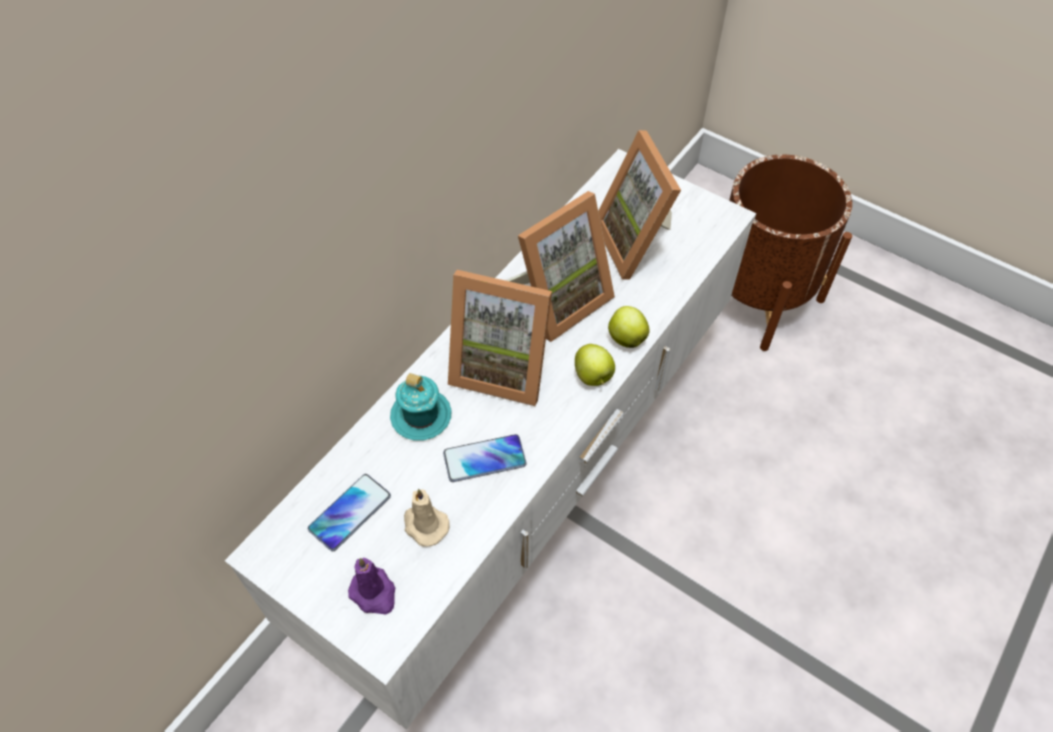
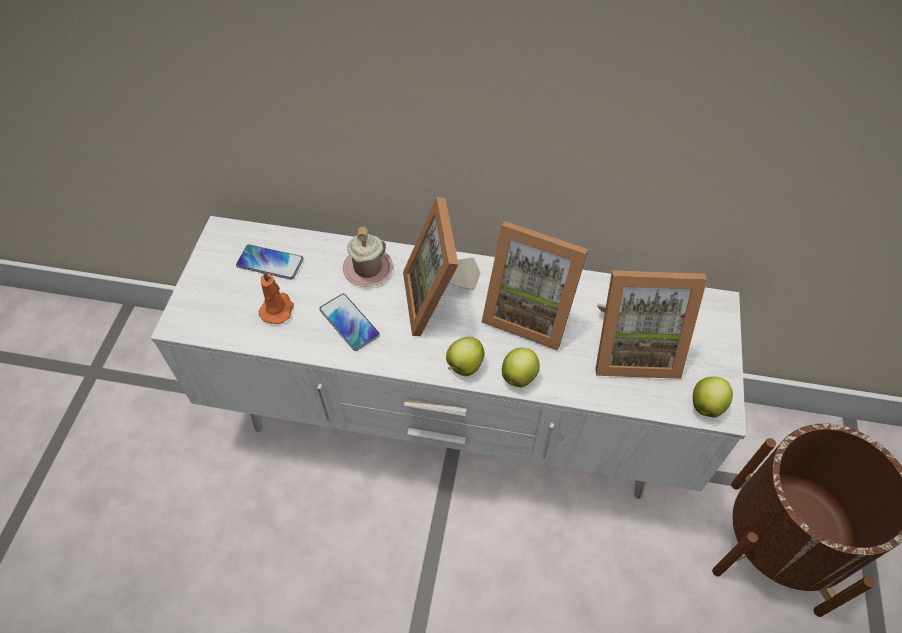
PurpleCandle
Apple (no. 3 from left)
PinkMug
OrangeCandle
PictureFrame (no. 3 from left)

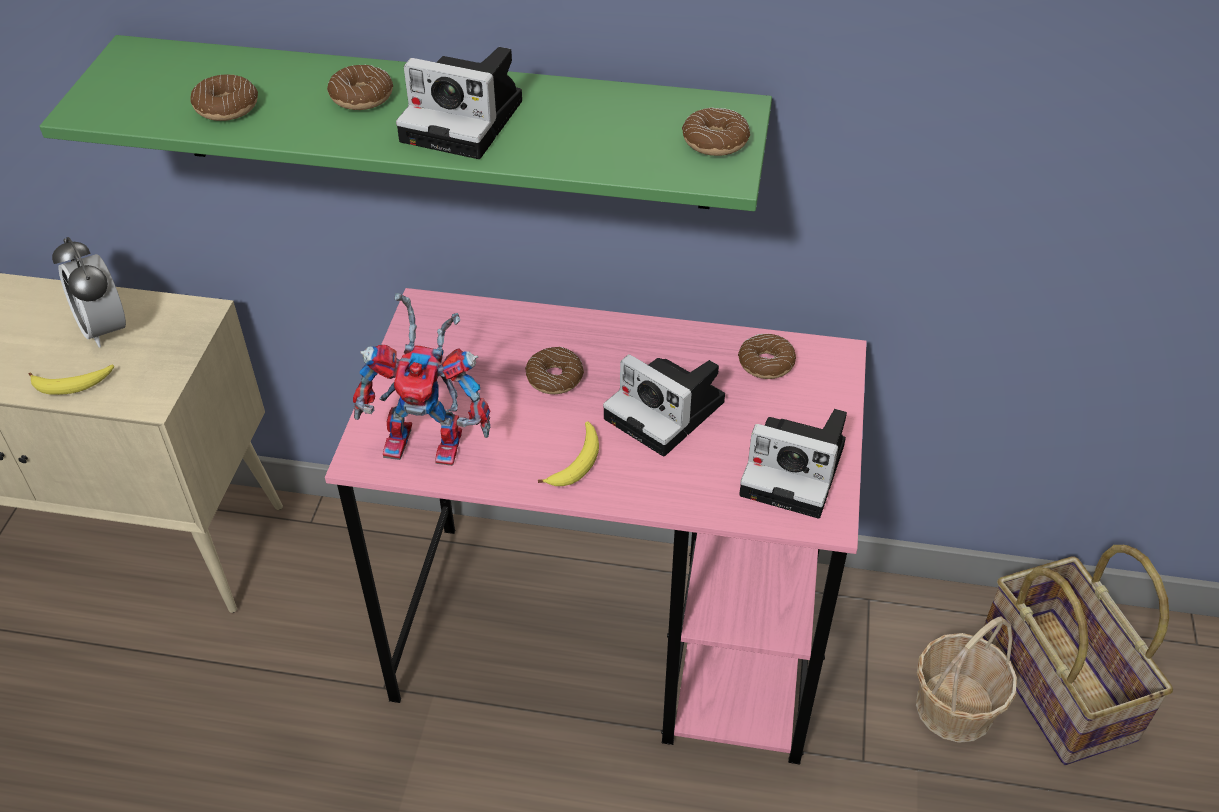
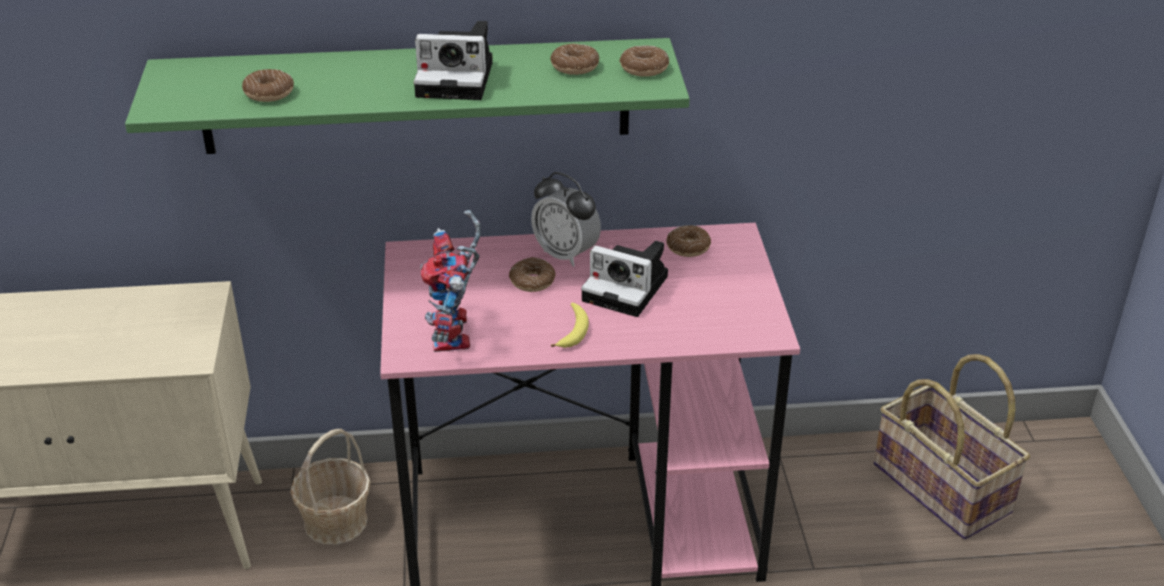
Banana (no. 1 from left in the first image)
PhotoCamera (no. 3 from left in the first image)
AlarmClock
Donut (no. 3 from left)
Basket (no. 1 from left)
ToyRobot

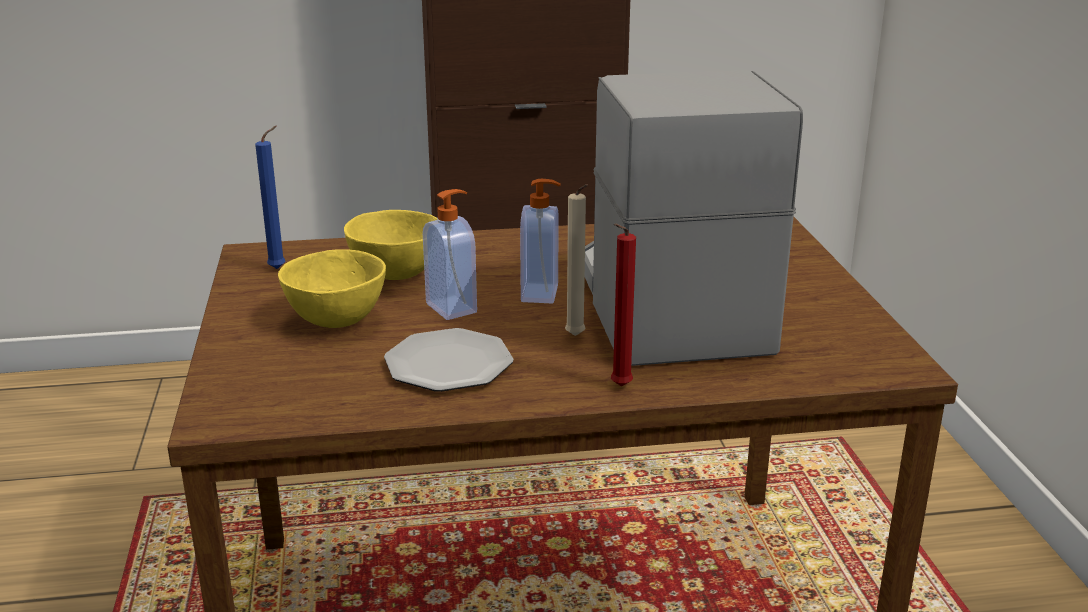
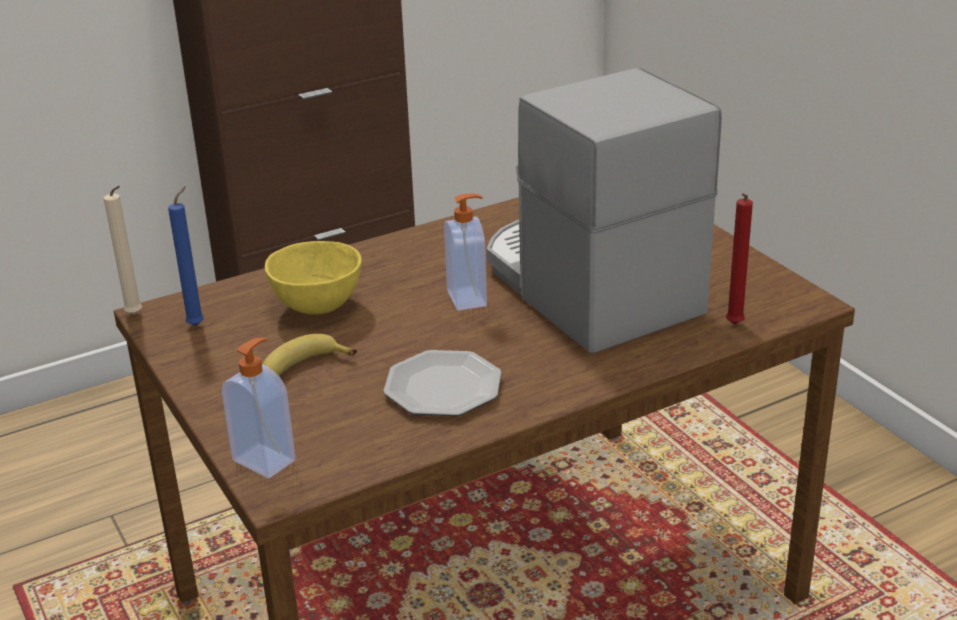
SoapDispenser (no. 1 from left)
BeigeCandle
RedCandle
Banana

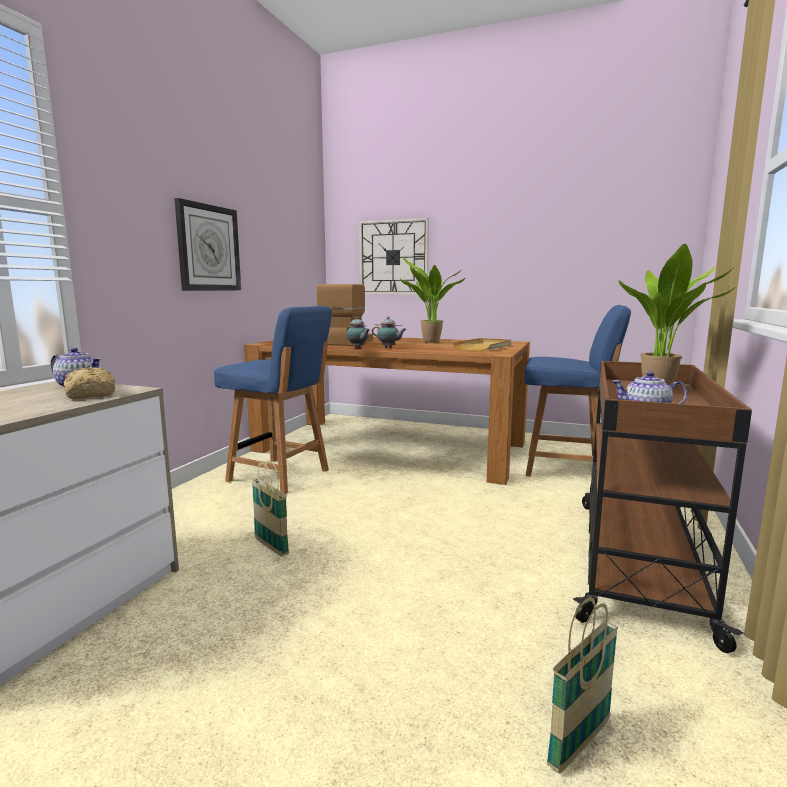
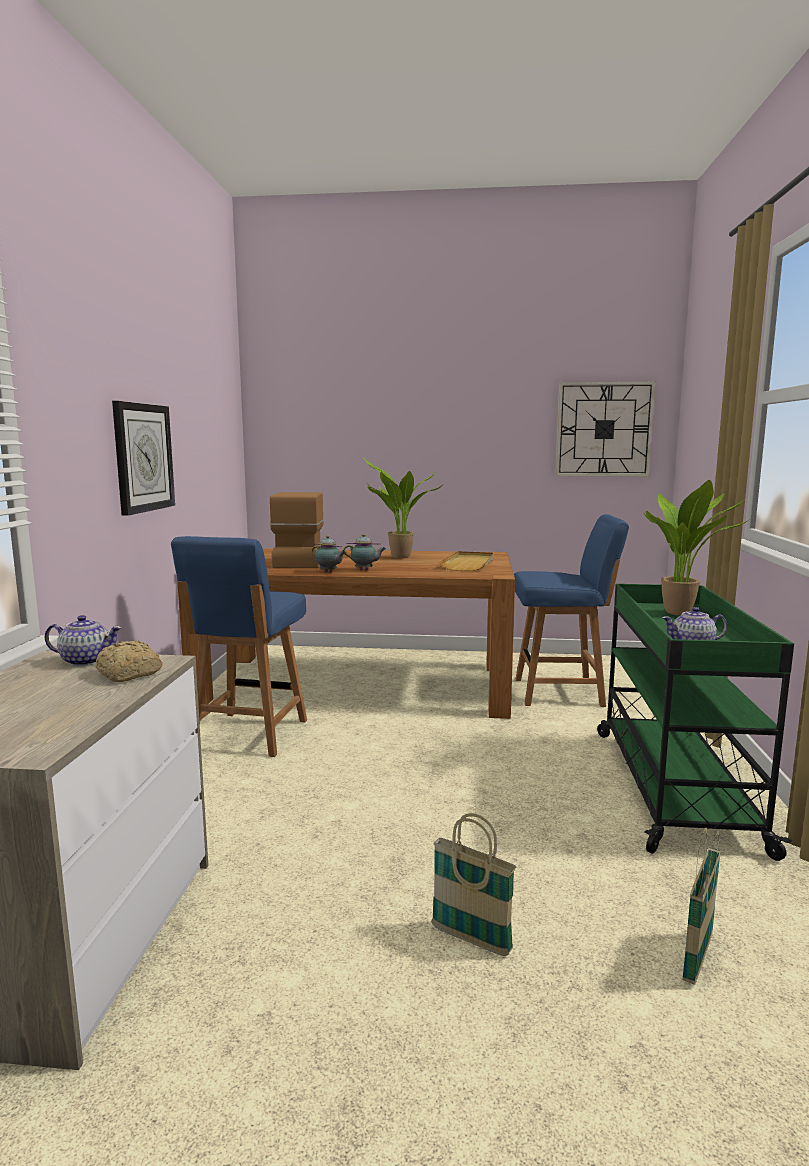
Basket (no. 1 from left)
WallClock (no. 2 from left)
GreenCart
BlueChair (no. 1 from left)

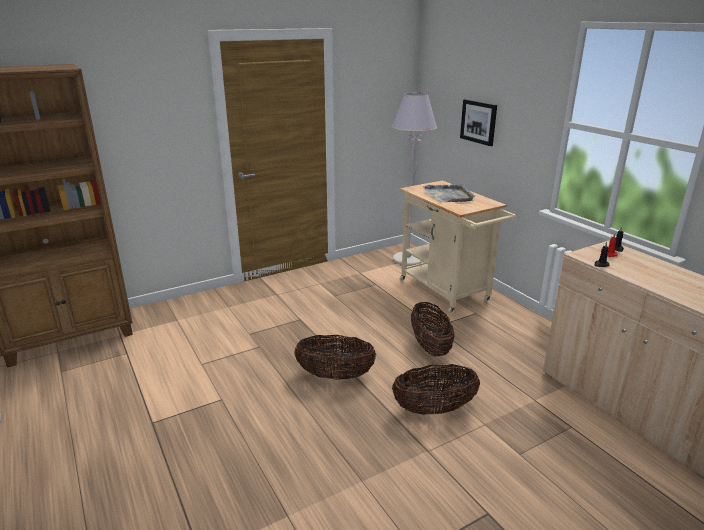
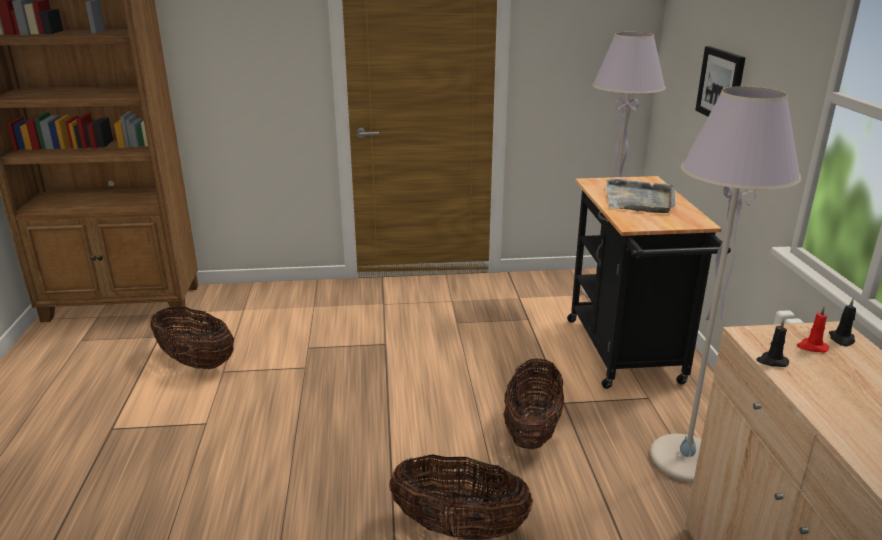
GreyFloorLamp (no. 2 from left)
Basket (no. 1 from left)
BlackCart

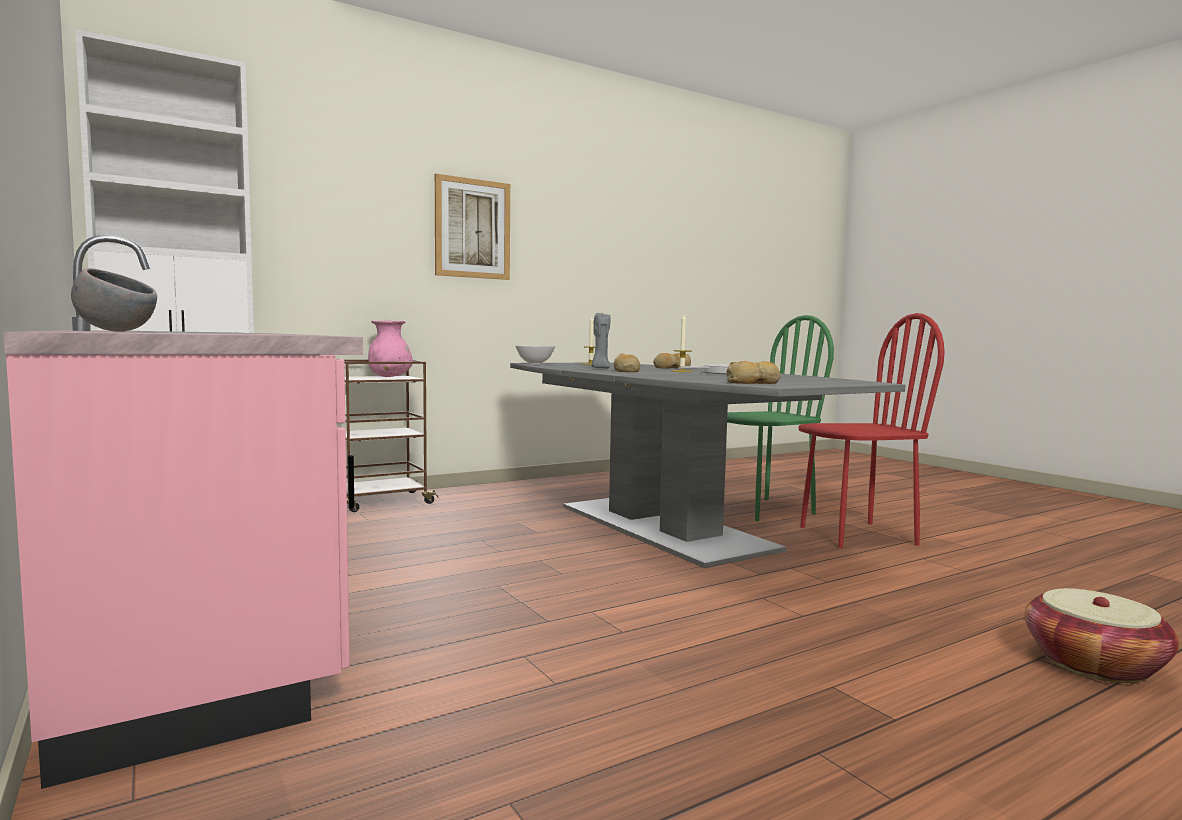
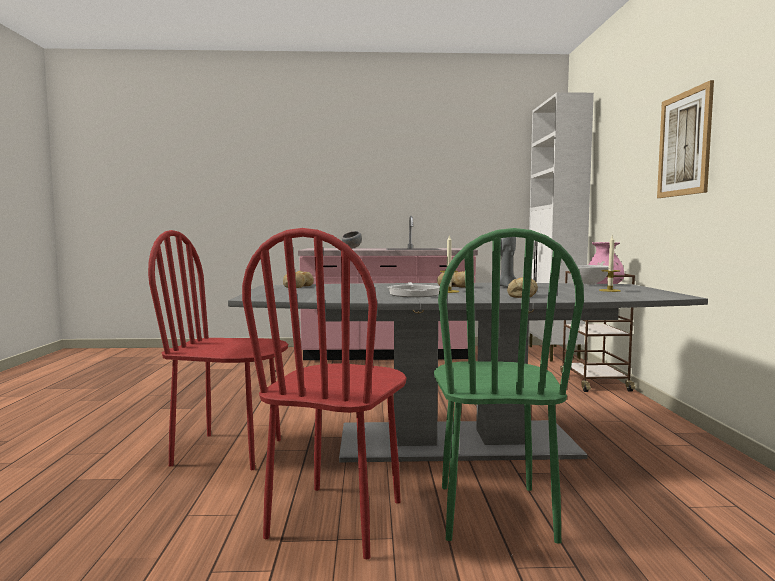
Basket
RedChair (no. 1 from left)

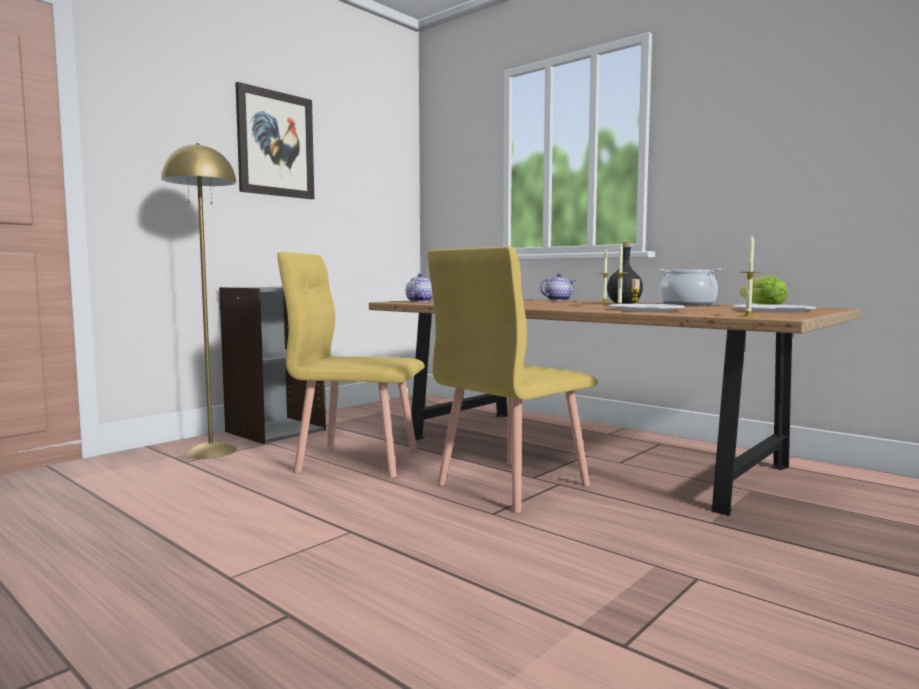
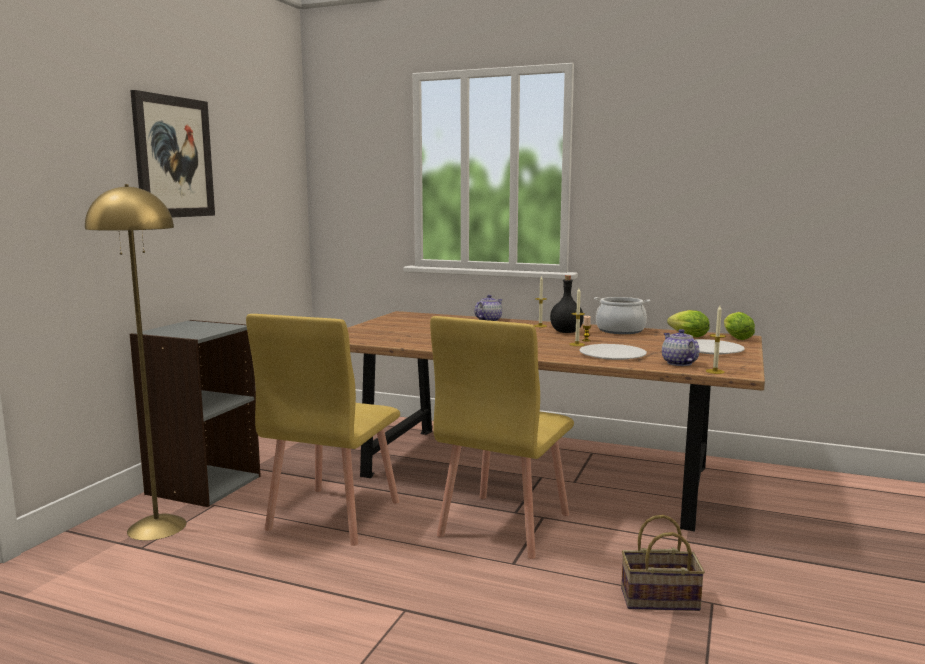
Basket
Lettuce (no. 2 from left)
Teapot (no. 2 from left)
YellowChair (no. 1 from left)

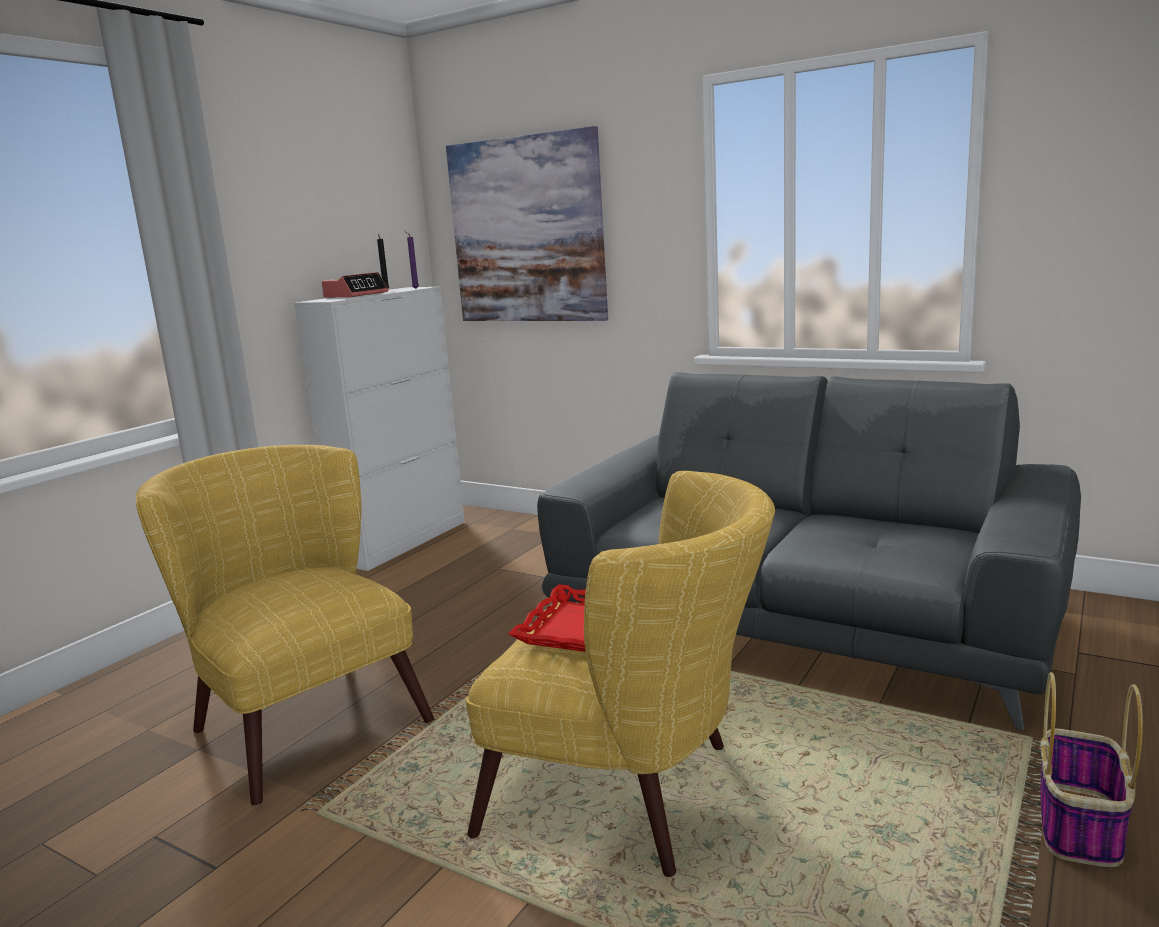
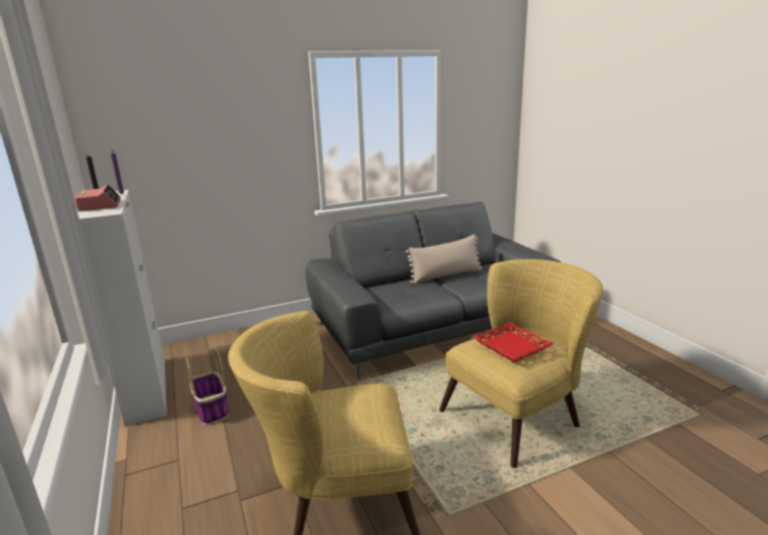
Picture
BeigePillow
Basket

